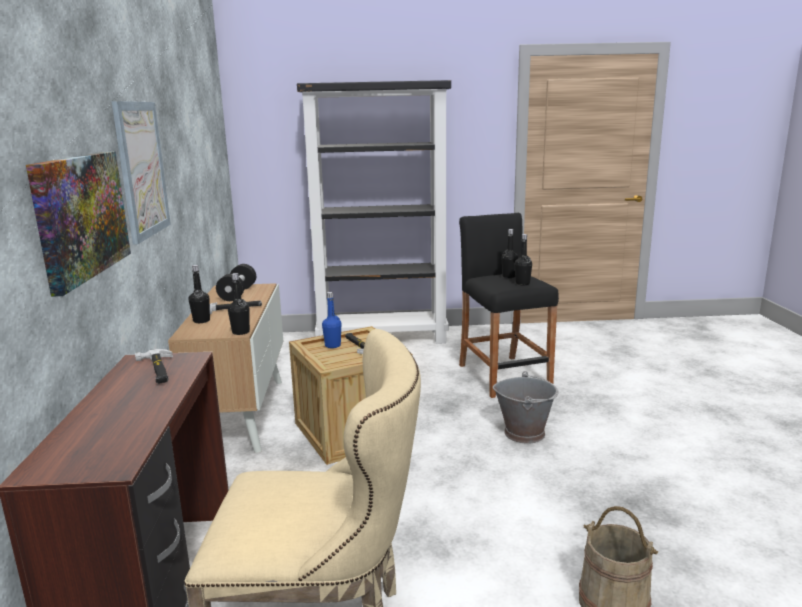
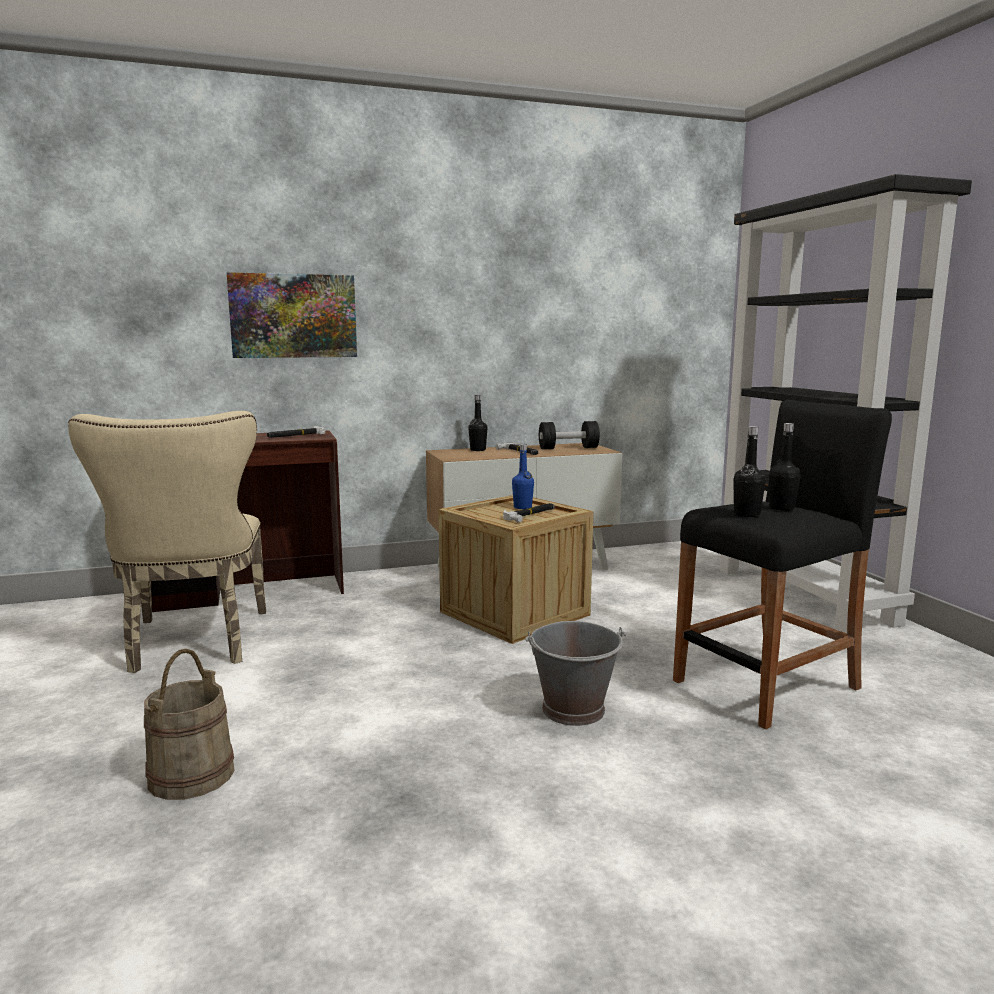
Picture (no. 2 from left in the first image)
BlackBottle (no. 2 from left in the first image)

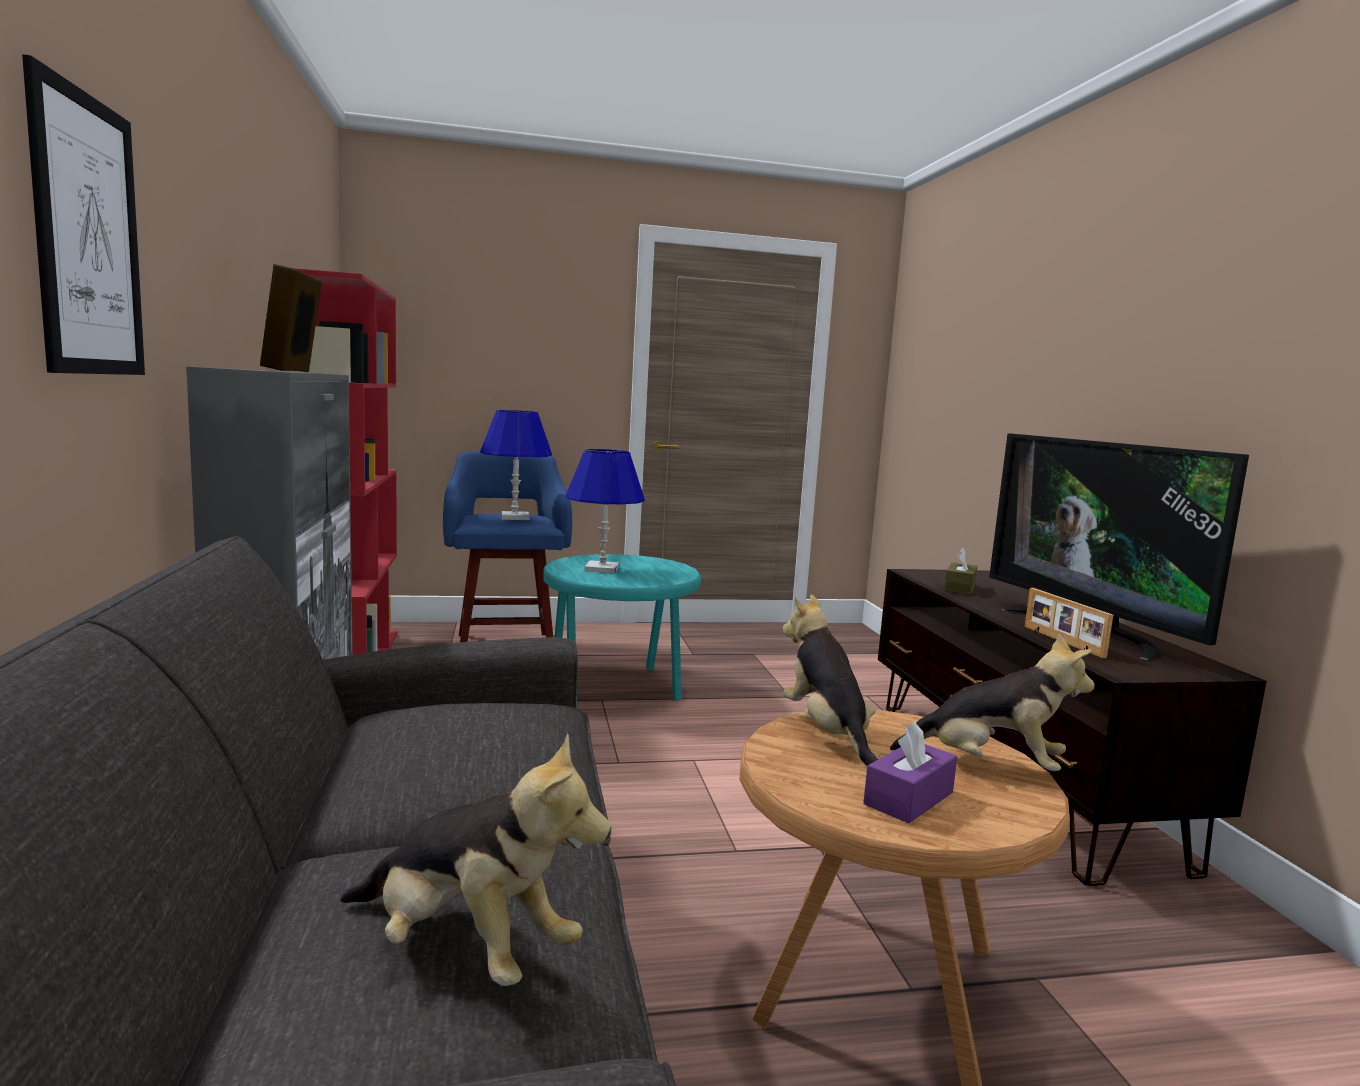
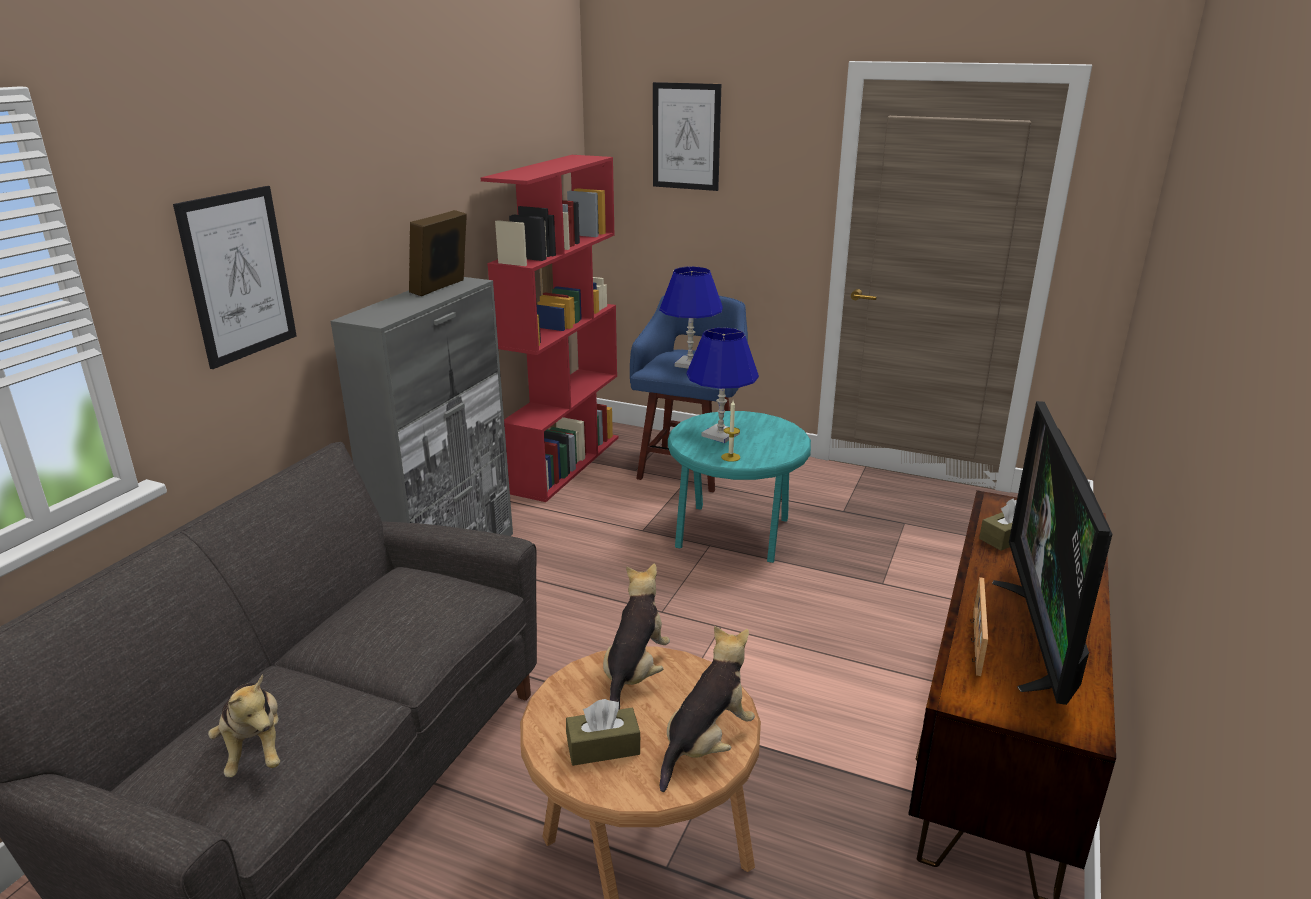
Picture (no. 2 from left)
Candle
BrownTissueBox (no. 1 from left)
PlushToy (no. 3 from left)

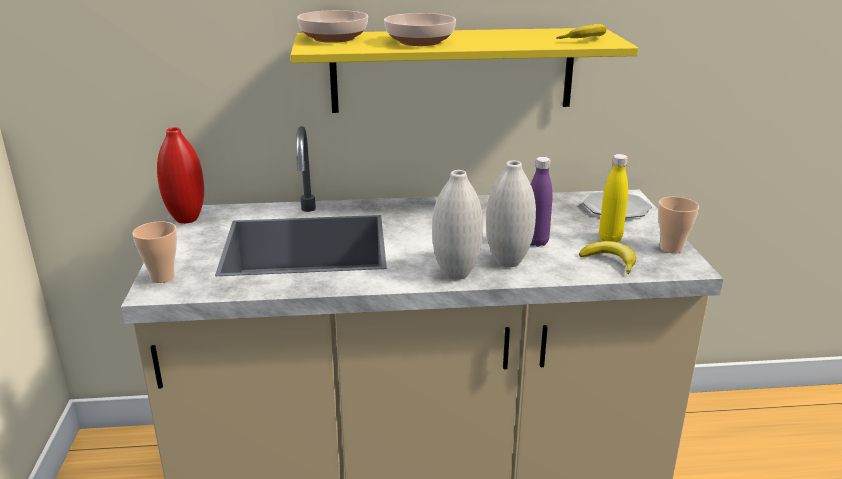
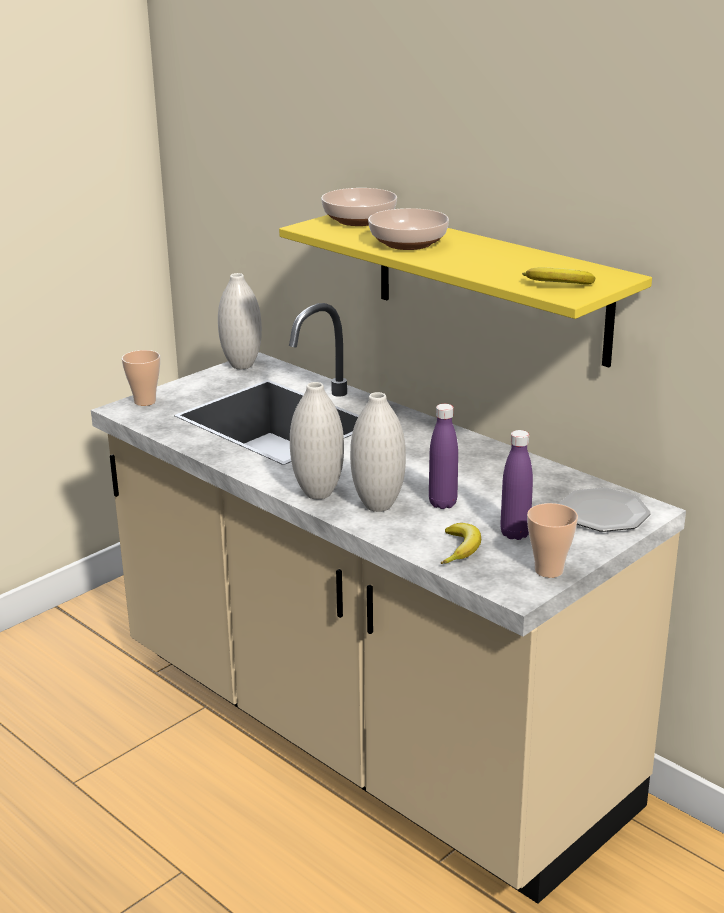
WhiteVase (no. 1 from left)
PurpleBottle (no. 2 from left)

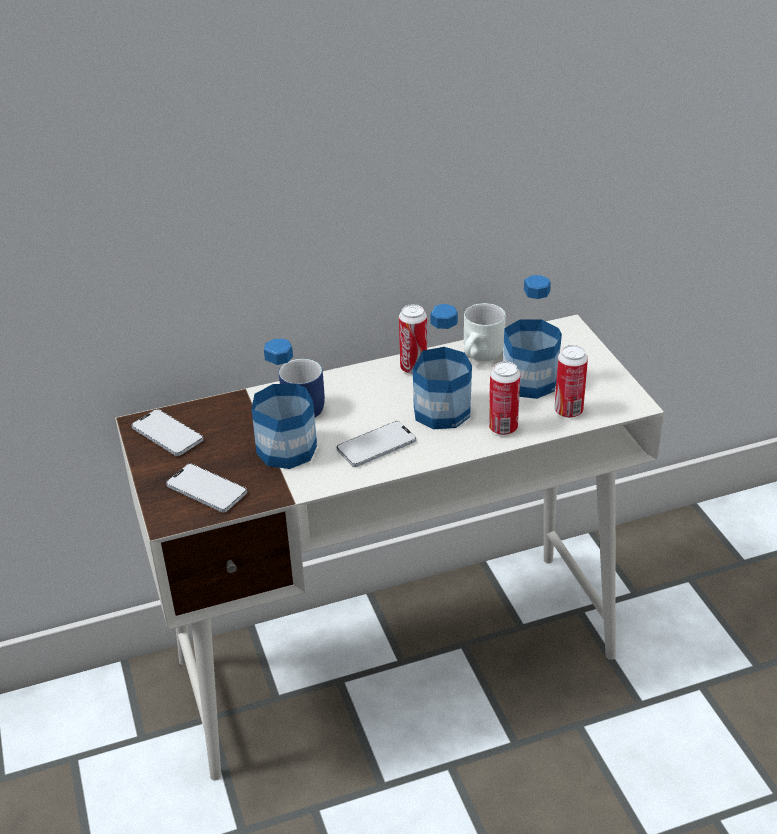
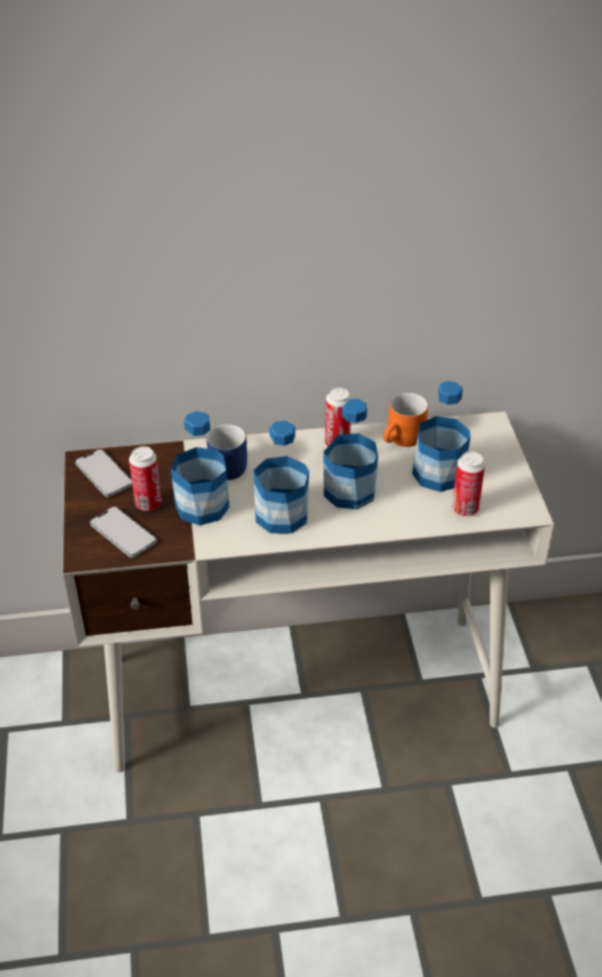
Can (no. 1 from left)
Bottle (no. 2 from left)
OrangeMug

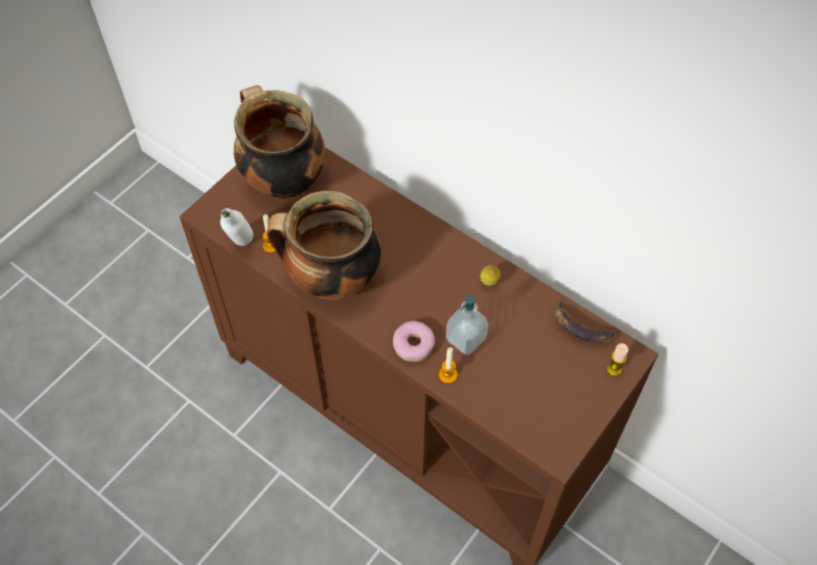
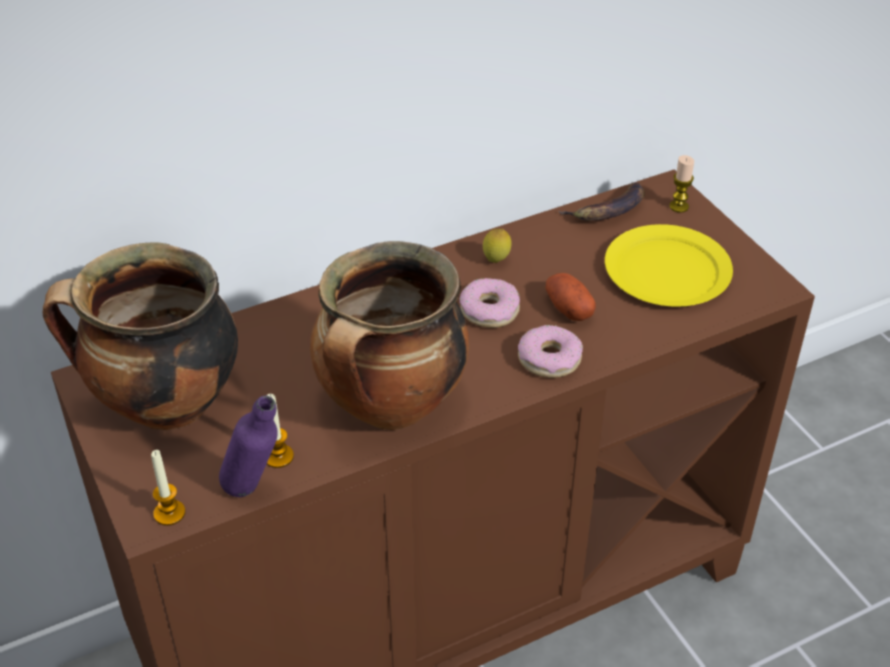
Donut (no. 1 from left)
YellowPlate
Candle (no. 1 from left)
Potato
PurpleBottle

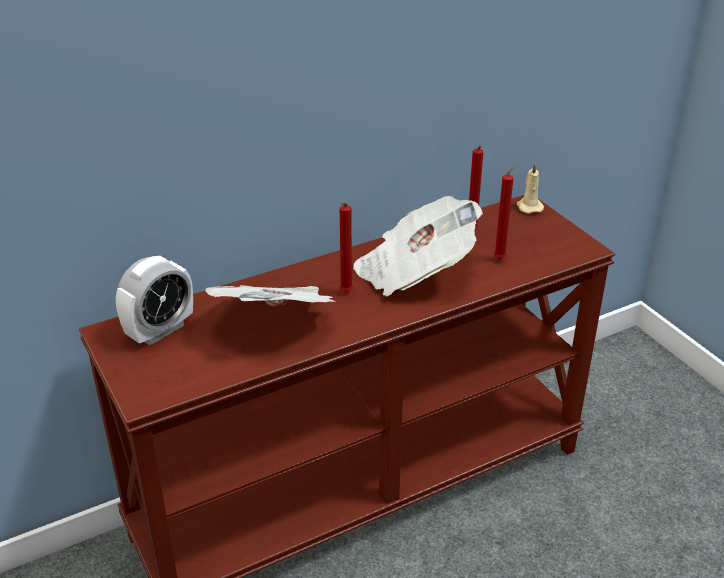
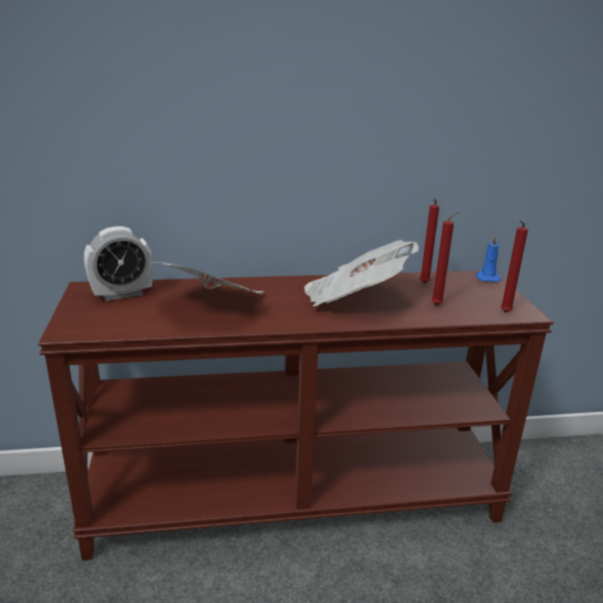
RedCandle (no. 3 from left)
BlueCandle

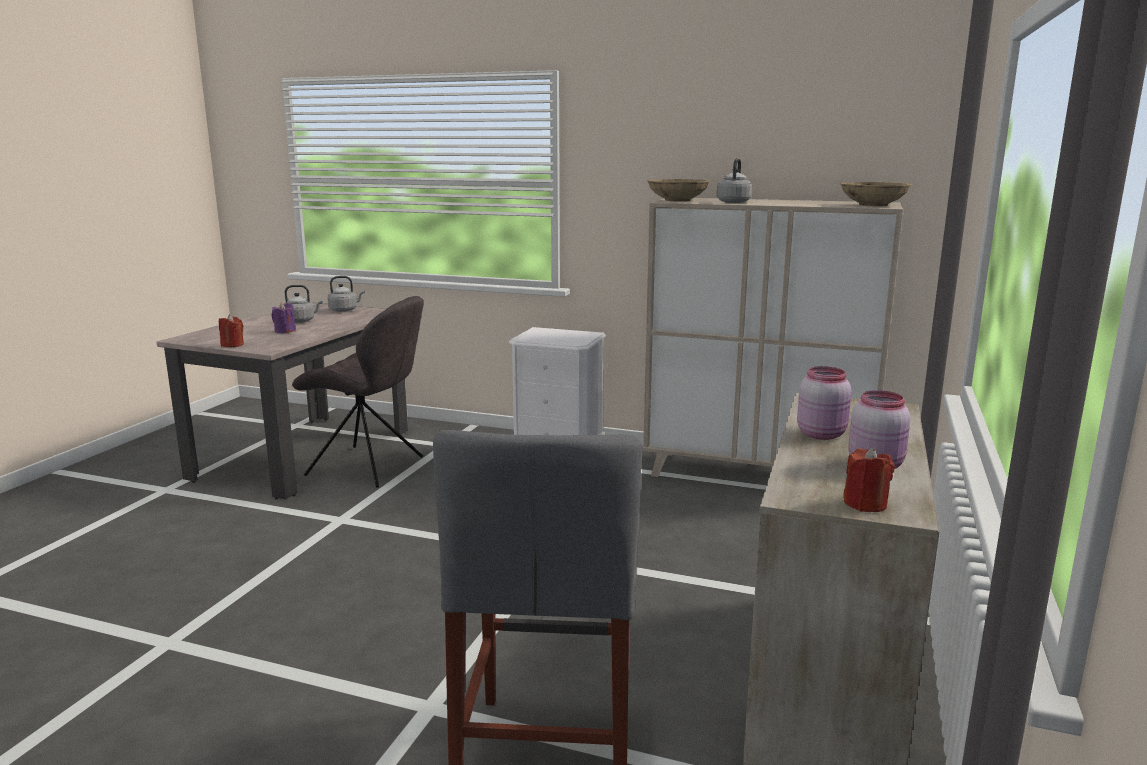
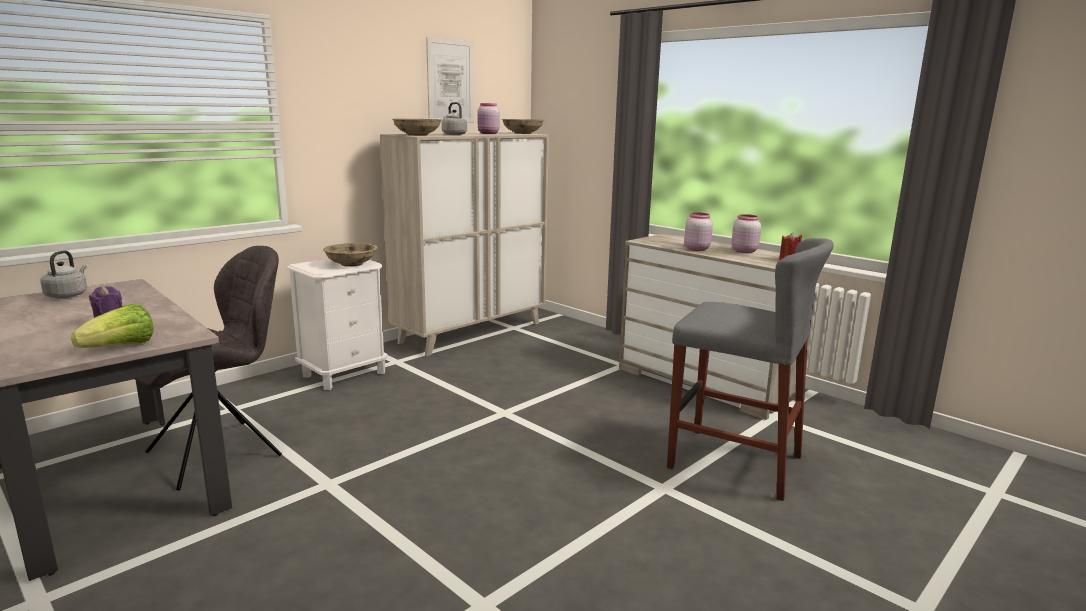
GreyKettle (no. 1 from left in the first image)
BeigeBowl (no. 1 from left)
Picture
PinkJar (no. 1 from left)
Lettuce

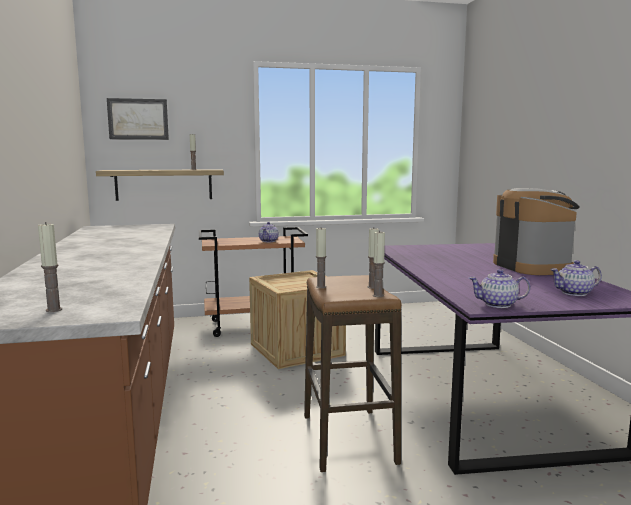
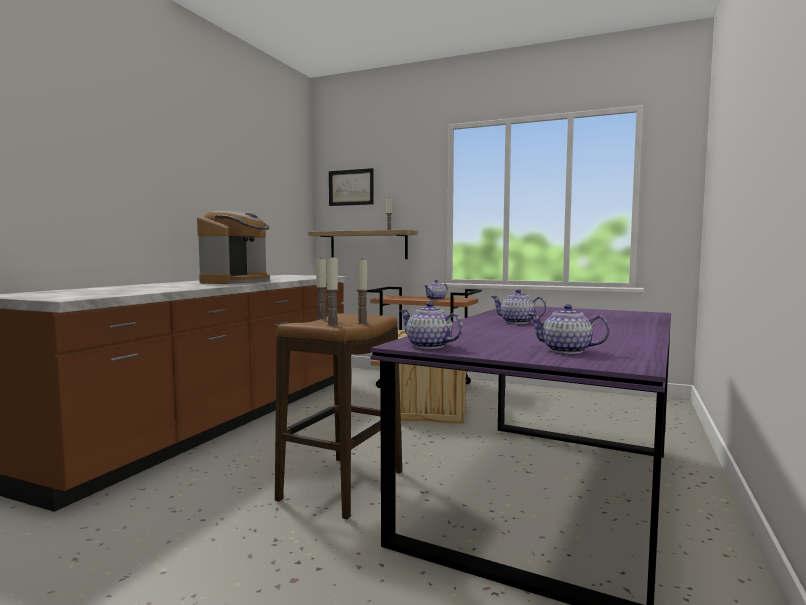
Candle (no. 1 from left in the first image)
Teapot (no. 3 from left)
CoffeeMachine

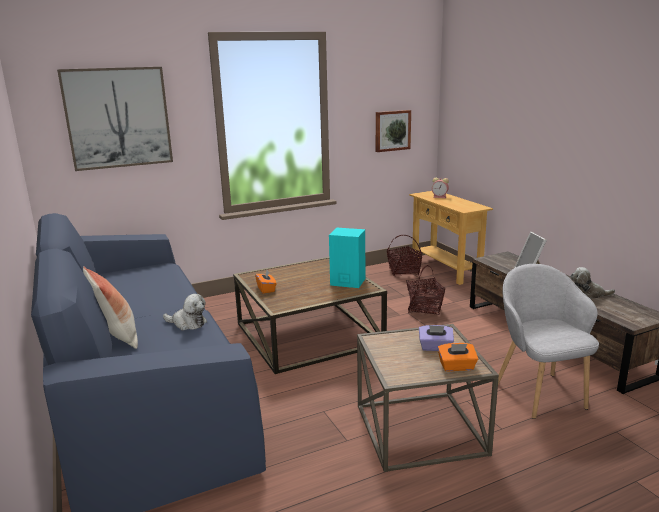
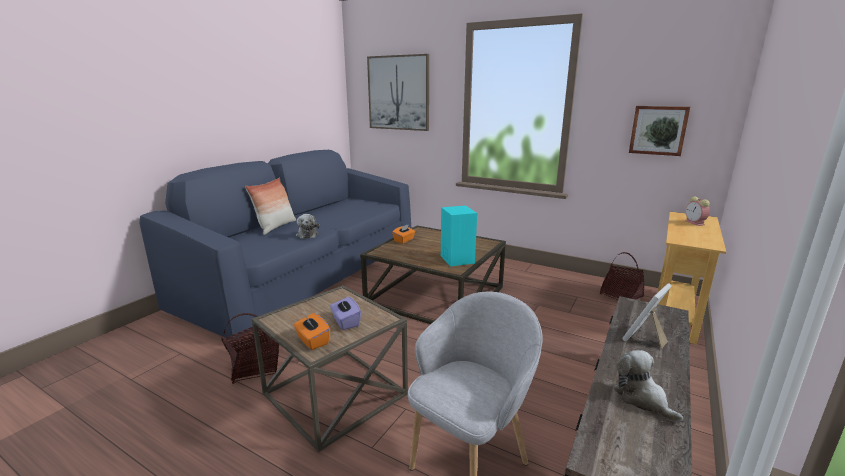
Basket (no. 1 from left)

